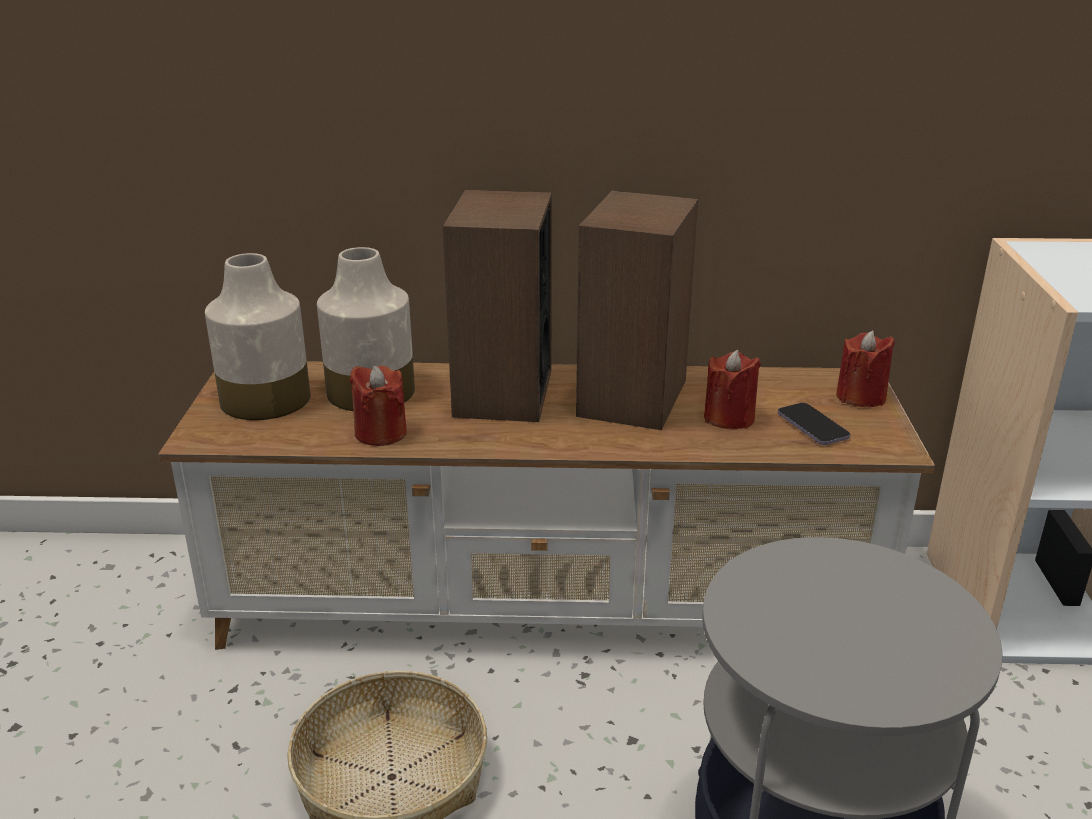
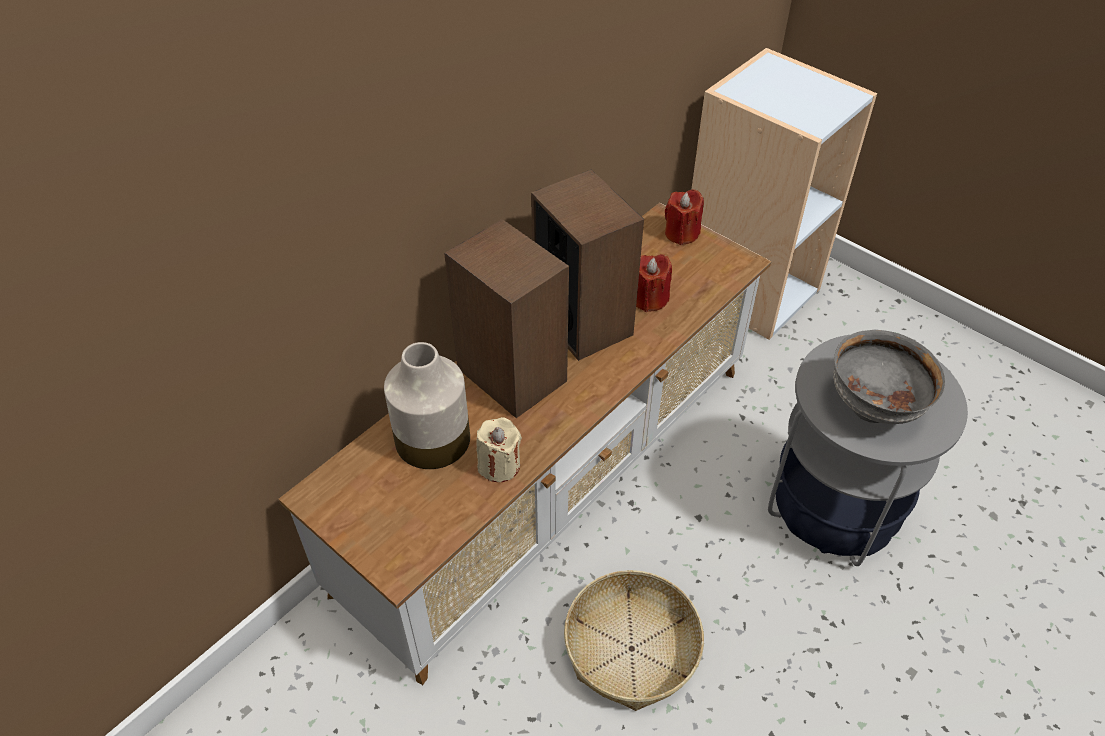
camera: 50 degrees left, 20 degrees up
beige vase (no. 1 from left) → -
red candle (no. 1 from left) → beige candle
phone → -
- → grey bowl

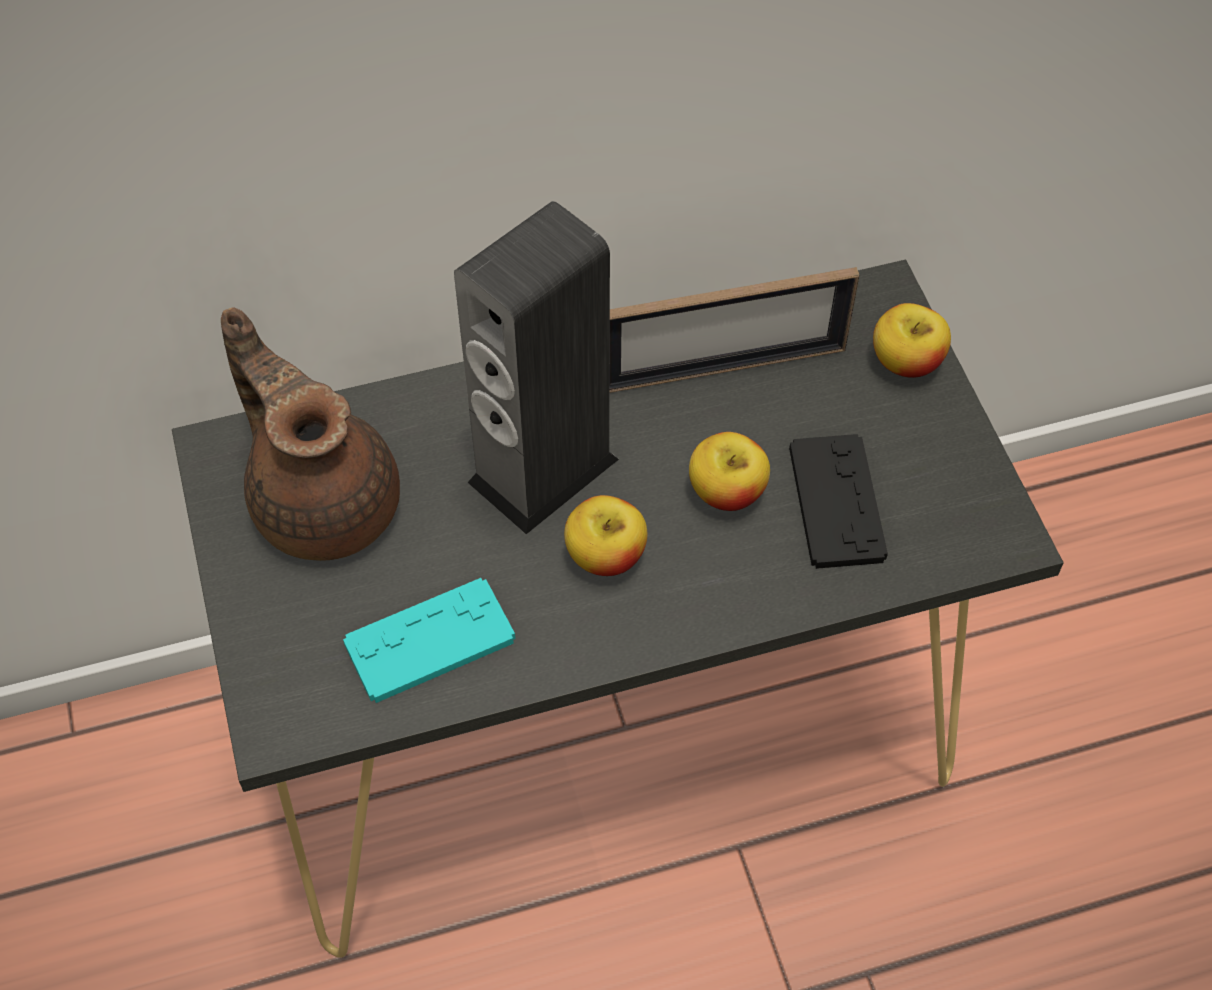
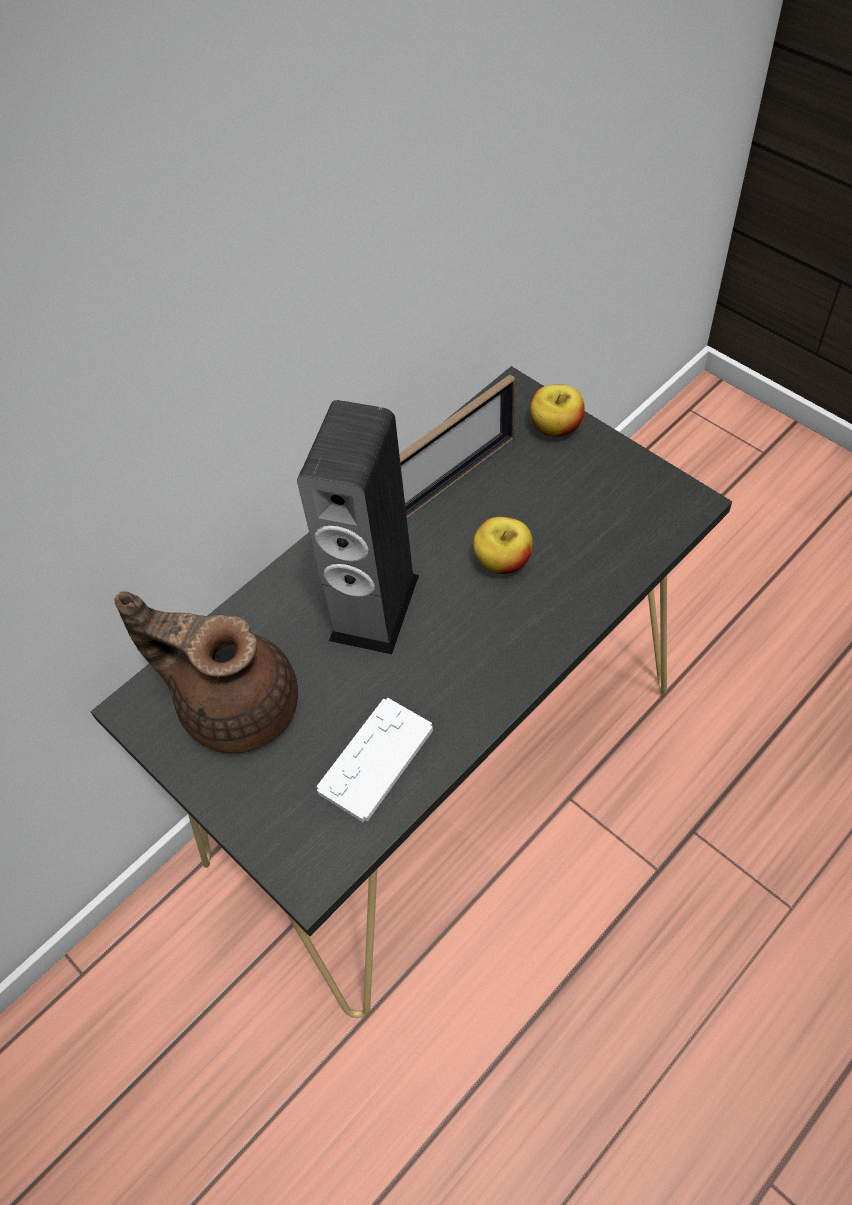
camera: 25 degrees left, 0 degrees up
turquoise game controller → white game controller
apple (no. 1 from left) → -
black game controller → -

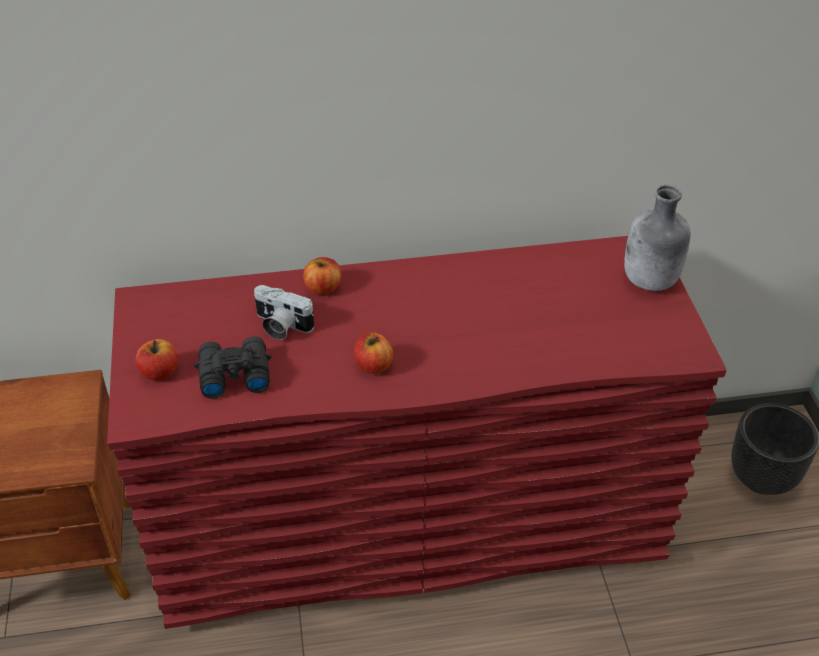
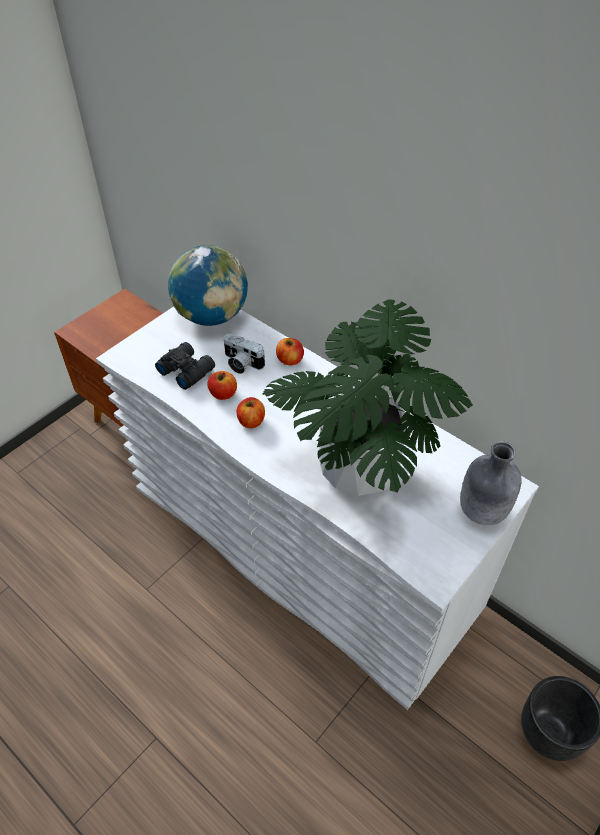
camera: 50 degrees right, 5 degrees up
red dresser → white dresser
apple (no. 1 from left), relocated
photo camera, 45 degrees counterclockwise
- → globe
- → potted plant

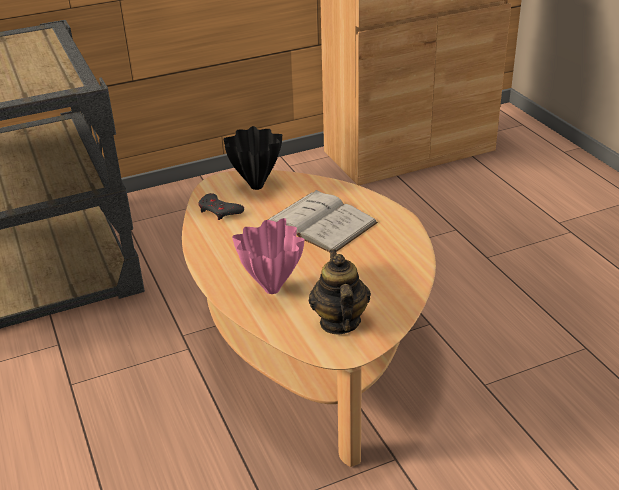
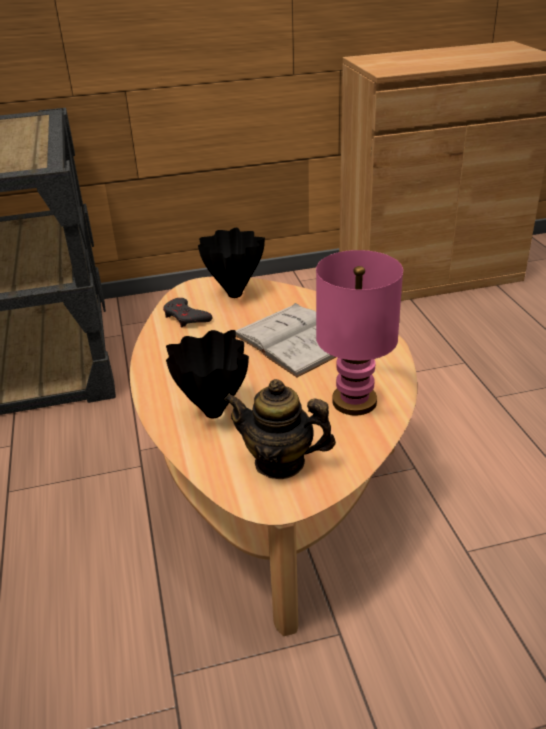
camera: 10 degrees right, 0 degrees up
pink vase → black vase (no. 1 from left)
teapot, 75 degrees counterclockwise
- → pink table lamp

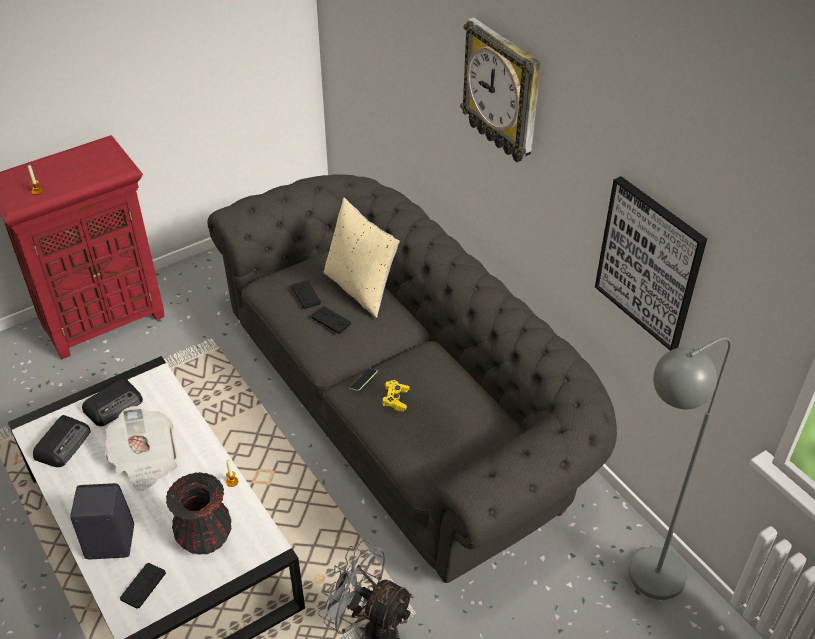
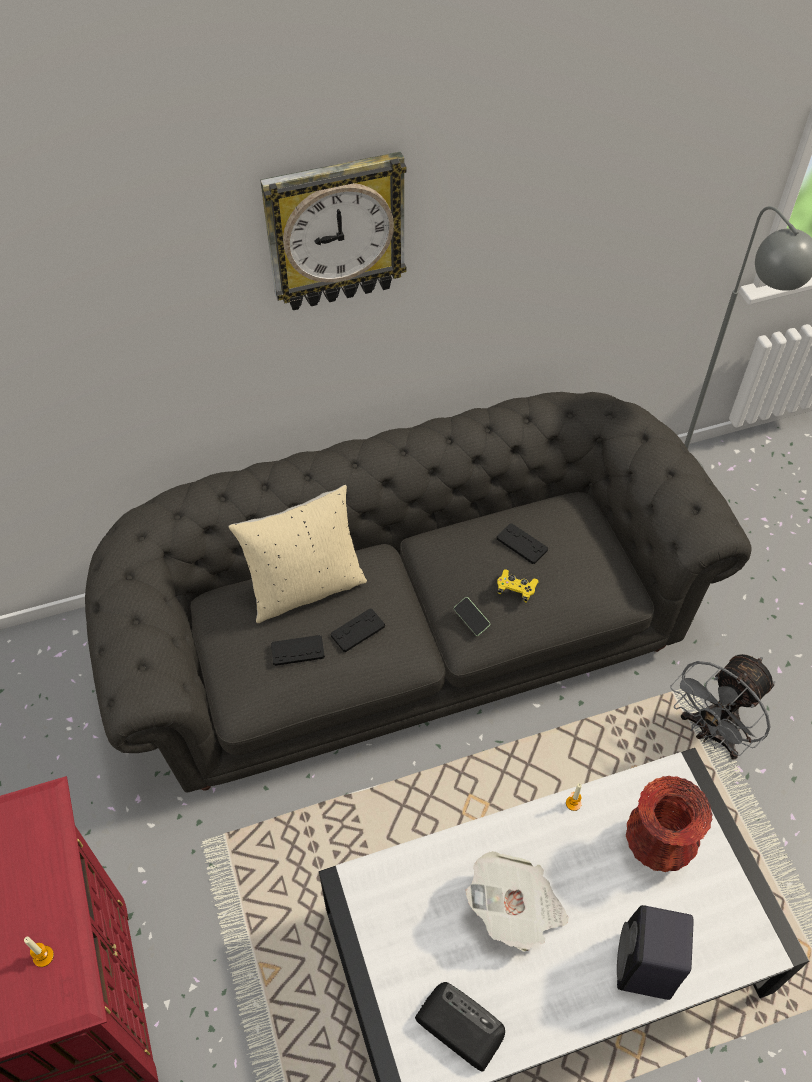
camera: 75 degrees left, 10 degrees up
radio (no. 2 from left) → -
black game controller (no. 1 from left in the first image) → black game controller (no. 3 from left), relocated
black vase → red vase
picture → -

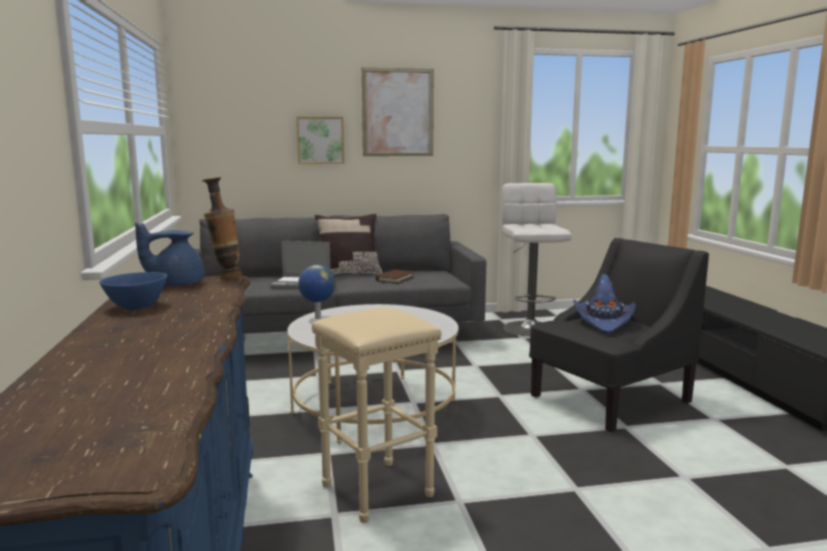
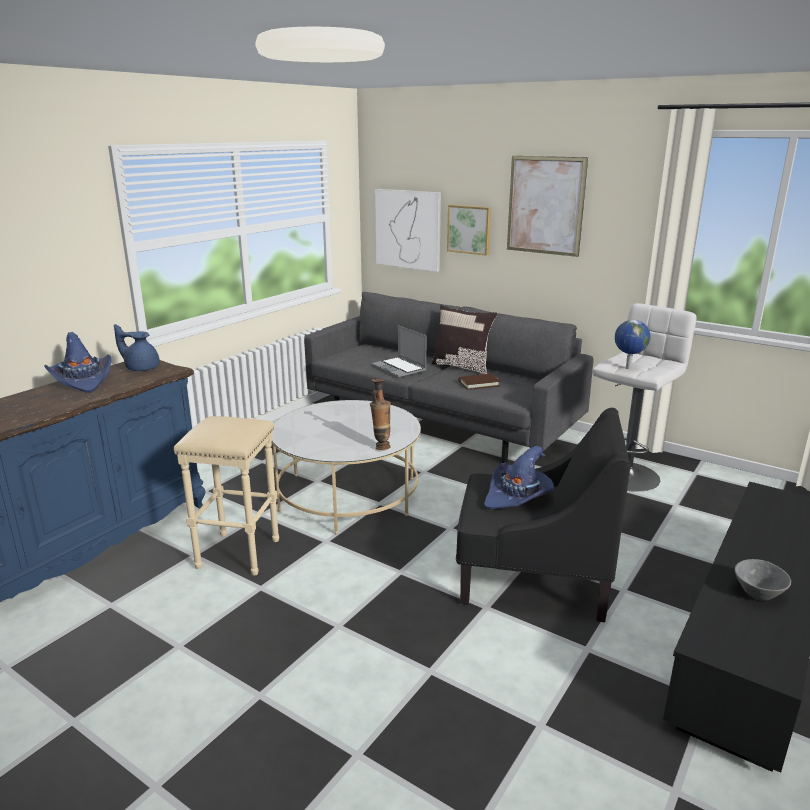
camera: 45 degrees right, 10 degrees up
blue bowl → blue hat (no. 1 from left)
vase, relocated
globe, relocated
- → picture (no. 1 from left)
- → grey bowl

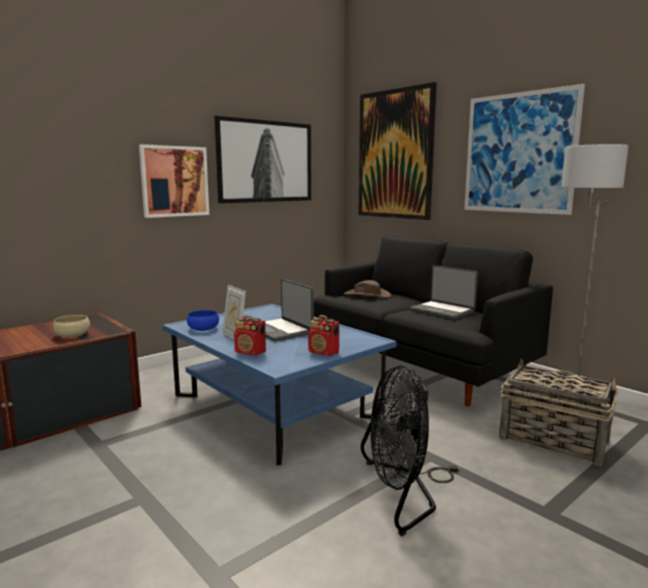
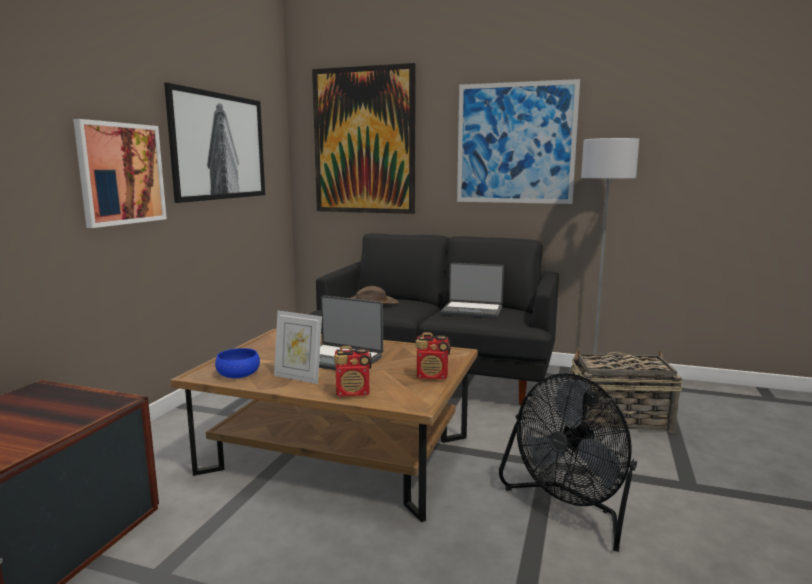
camera: 30 degrees left, 0 degrees up
beige bowl → -
blue coffee table → brown coffee table

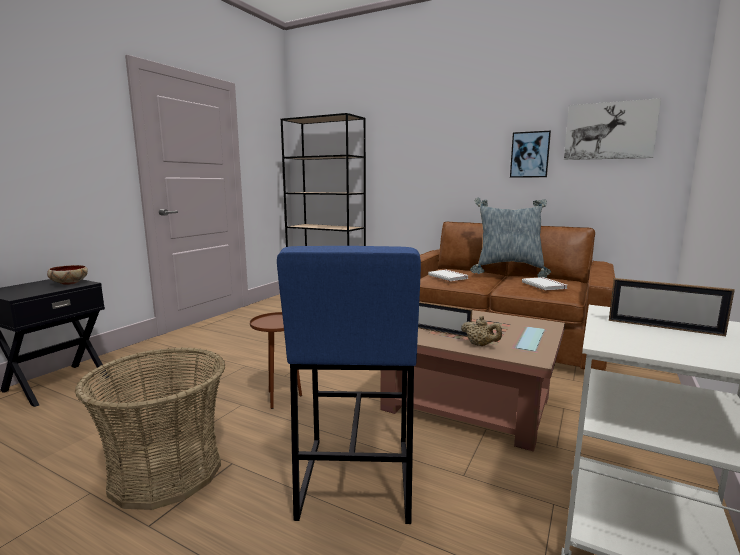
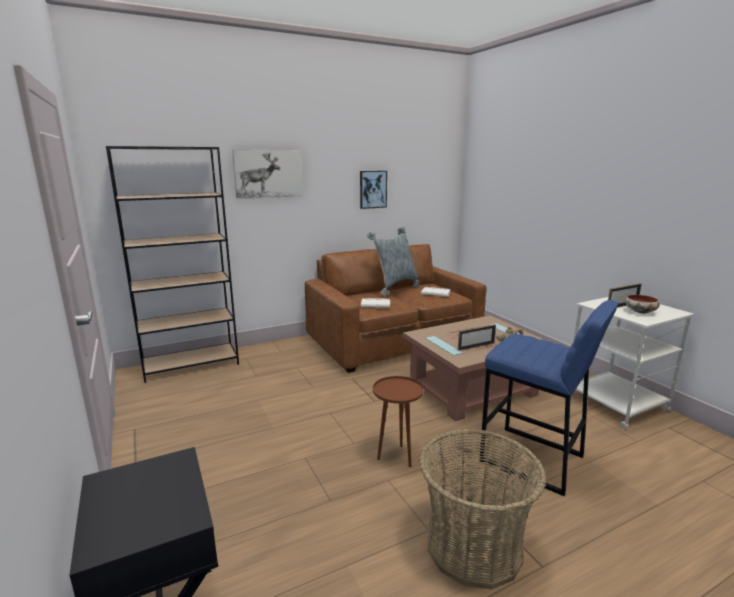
camera: 55 degrees left, 5 degrees up
bowl, relocated
picture (no. 2 from left in the first image) → picture (no. 1 from left), relocated

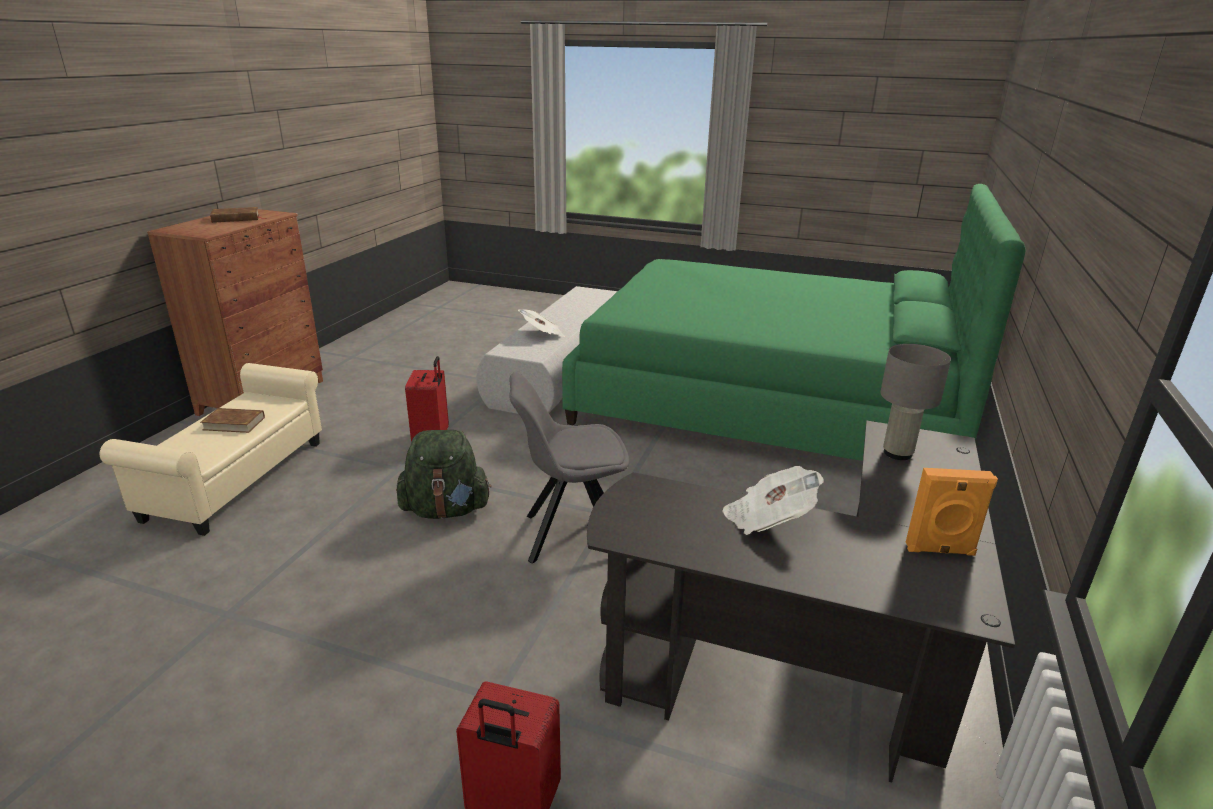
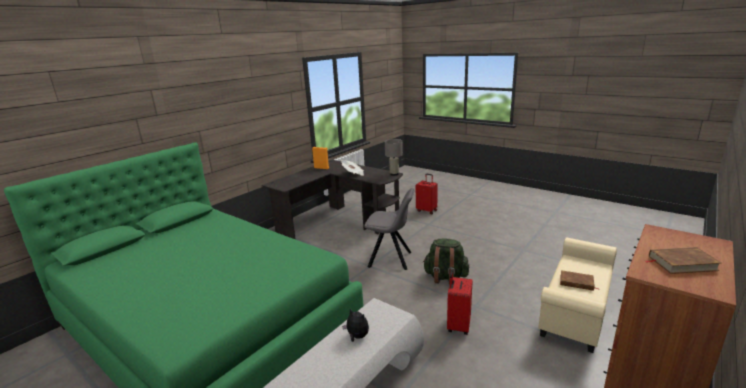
camera: 160 degrees left, 5 degrees down
newspaper (no. 1 from left) → plush toy
grey table lamp, relocated

